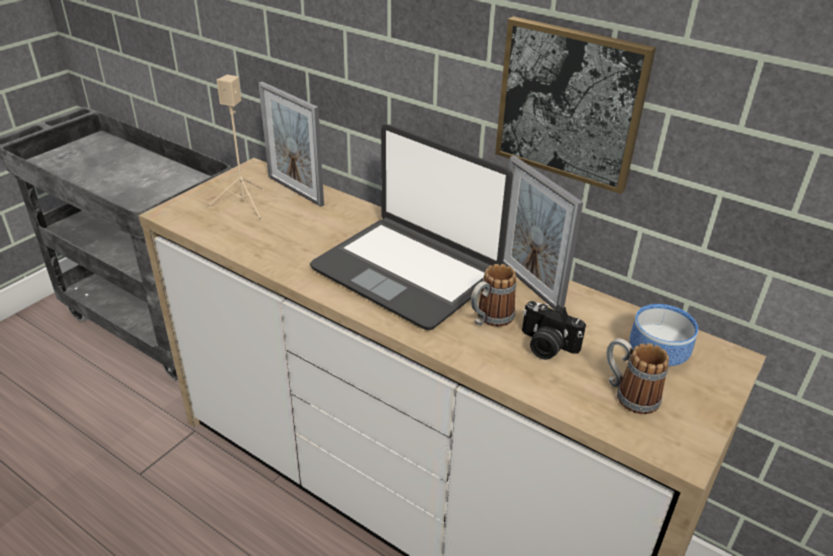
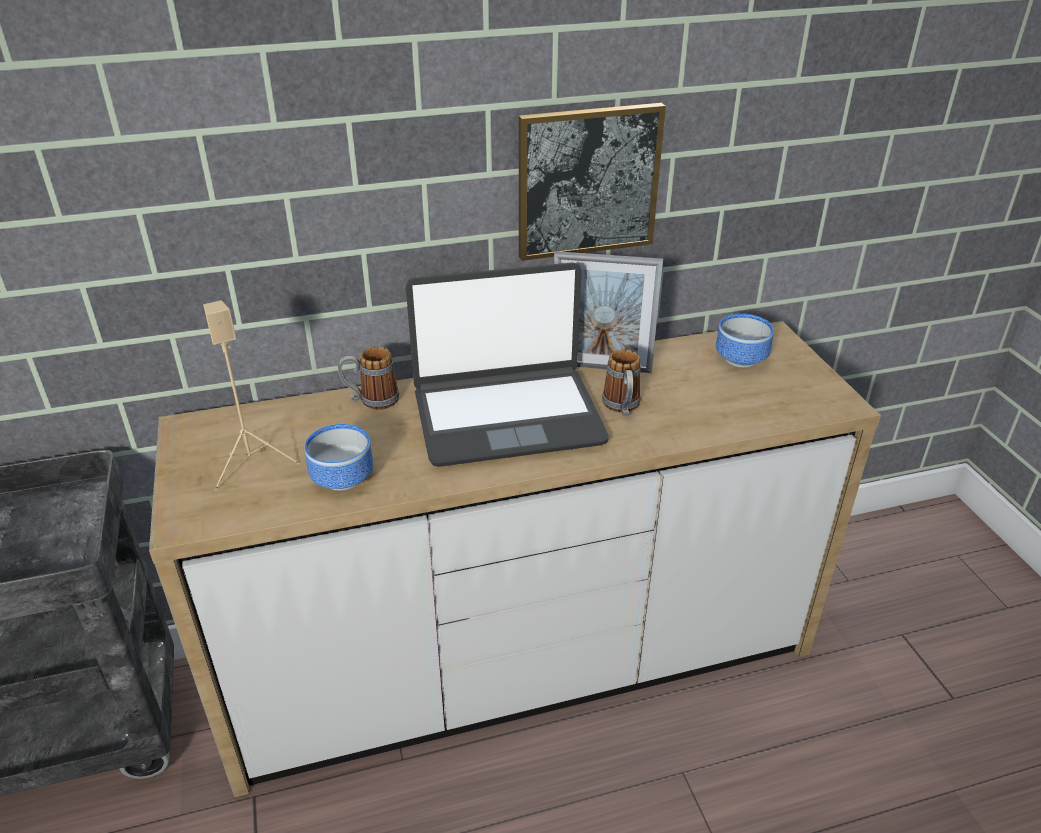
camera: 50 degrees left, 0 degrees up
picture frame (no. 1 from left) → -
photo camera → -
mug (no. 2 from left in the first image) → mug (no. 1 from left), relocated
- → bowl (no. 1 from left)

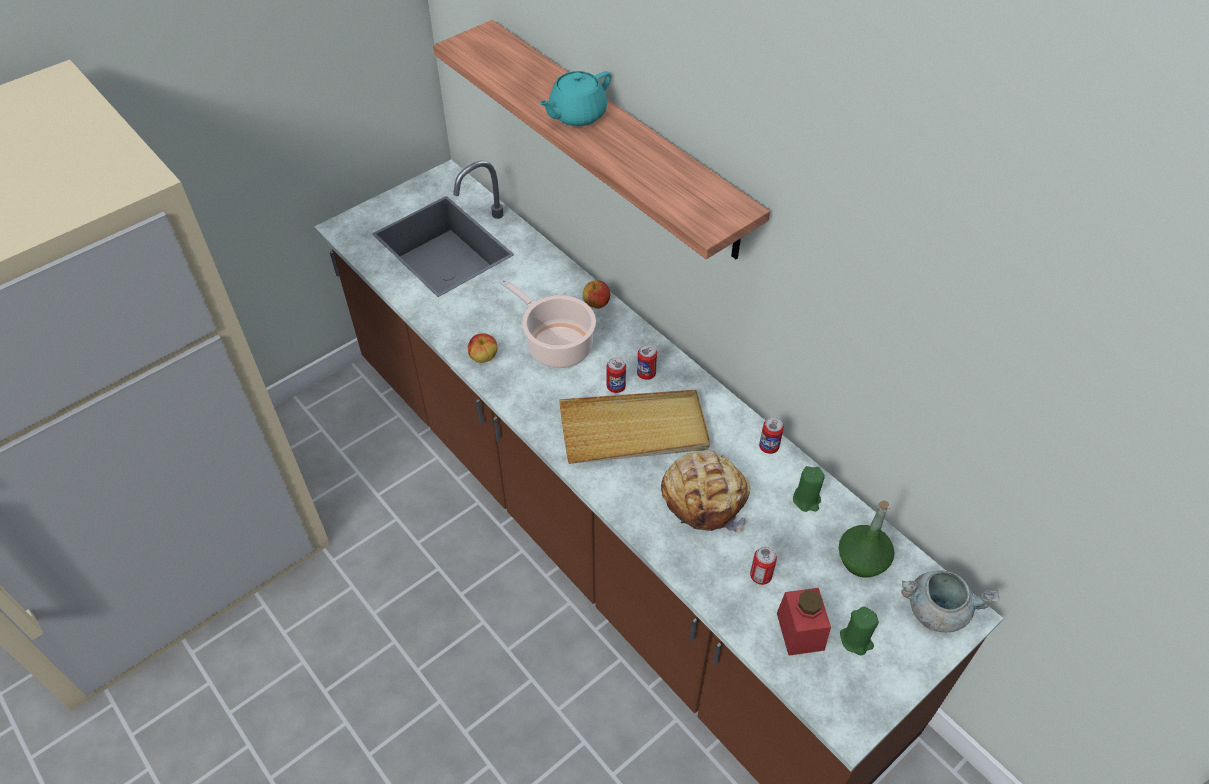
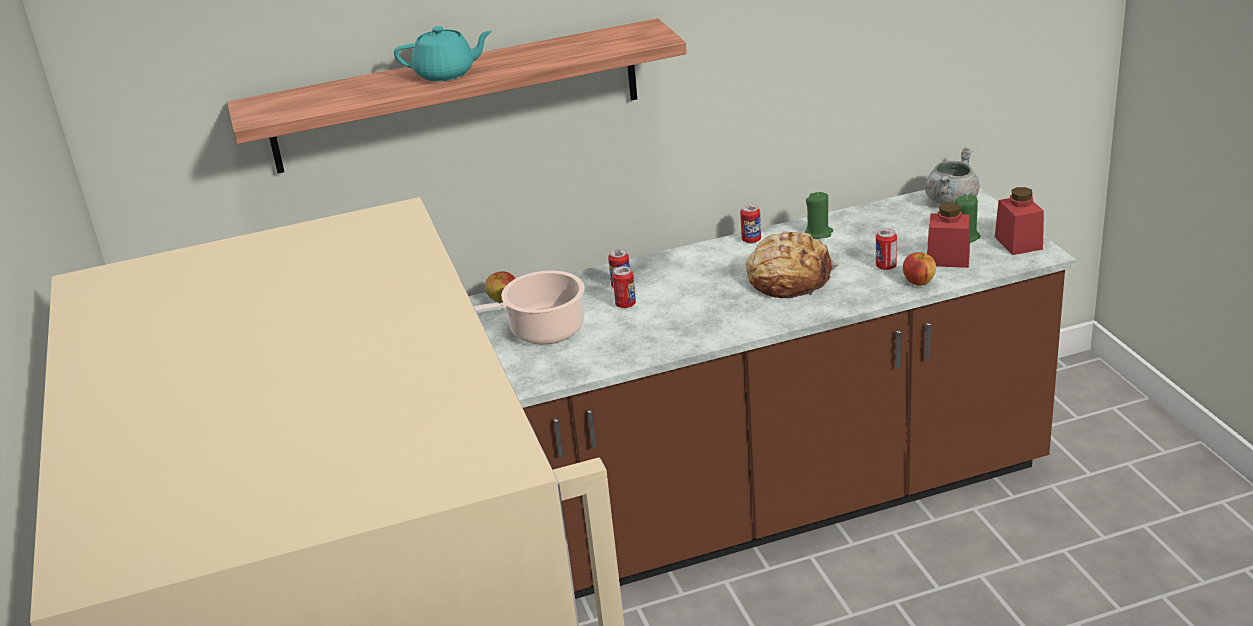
camera: 65 degrees left, 20 degrees down
apple (no. 1 from left in the first image) → apple (no. 2 from left), relocated
turquoise teapot, 75 degrees counterclockwise
beige tray → -
green bottle → -
- → red jar (no. 2 from left)

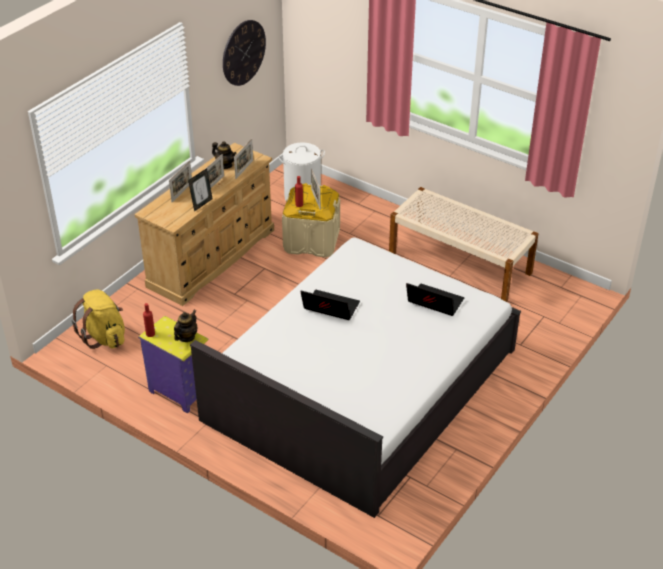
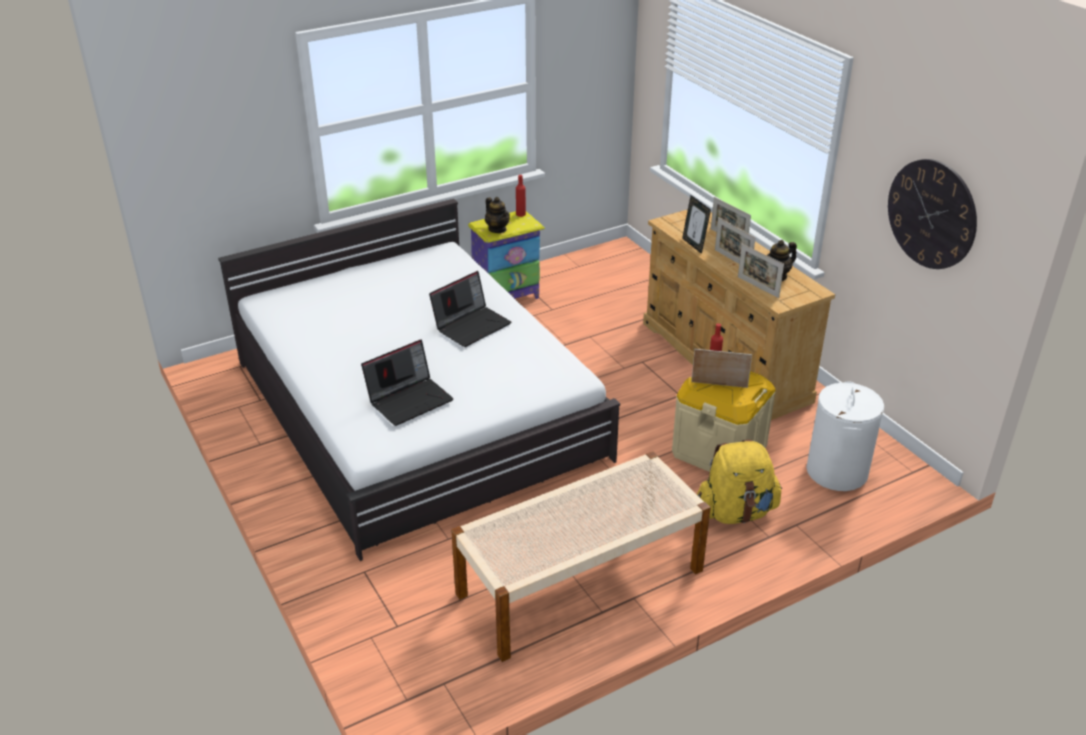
camera: 115 degrees right, 5 degrees down
yellow backpack, relocated

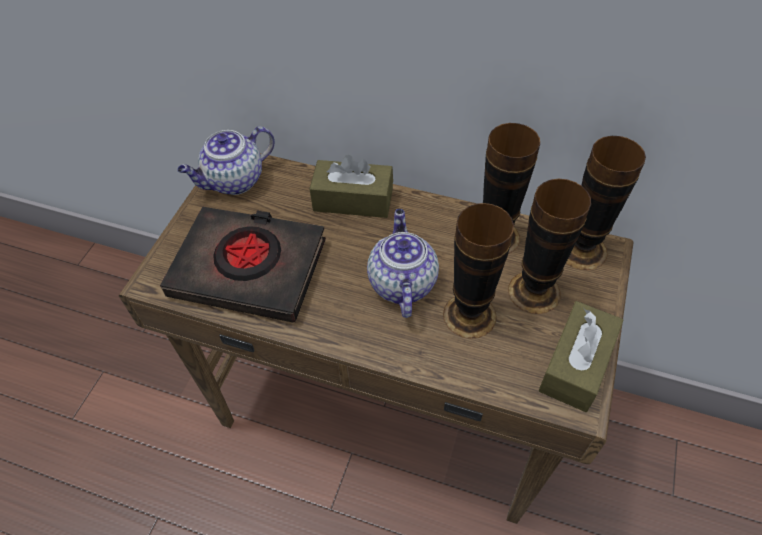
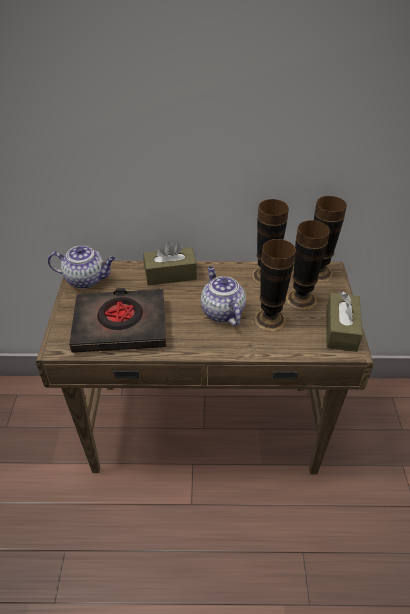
camera: 20 degrees left, 10 degrees down
teapot (no. 1 from left), 120 degrees counterclockwise

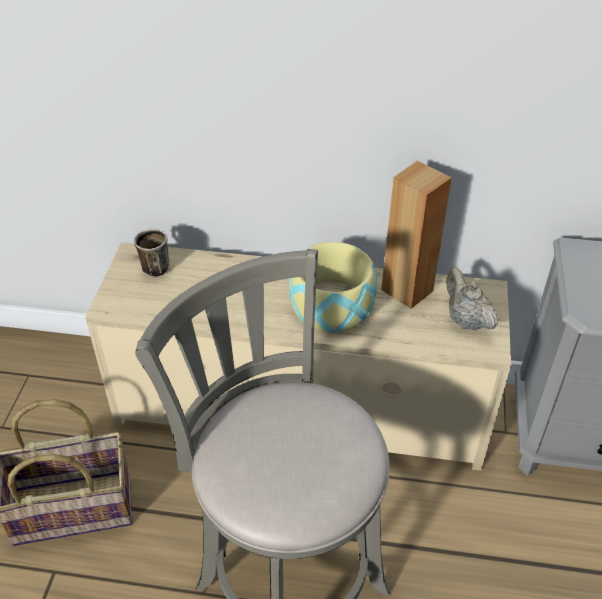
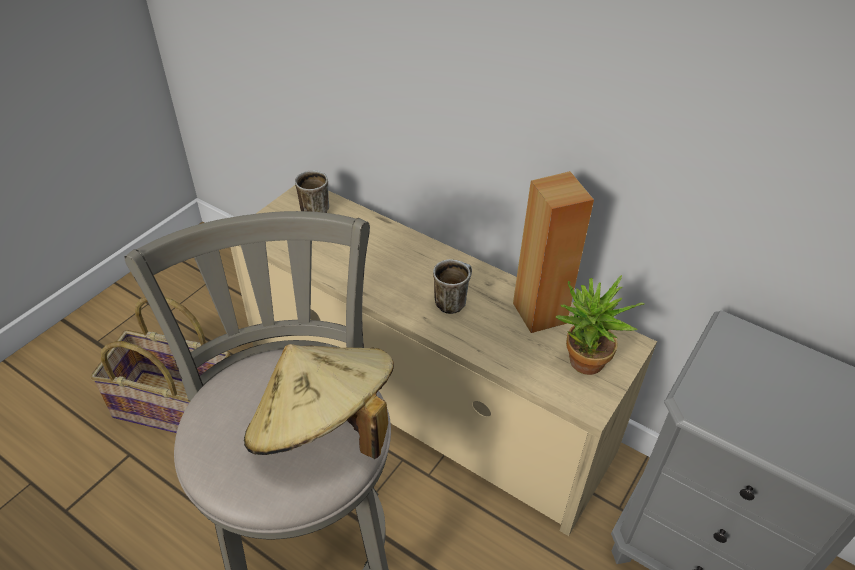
camera: 25 degrees right, 0 degrees up
bowl → mug (no. 2 from left)
beige teapot → potted plant
- → beige hat

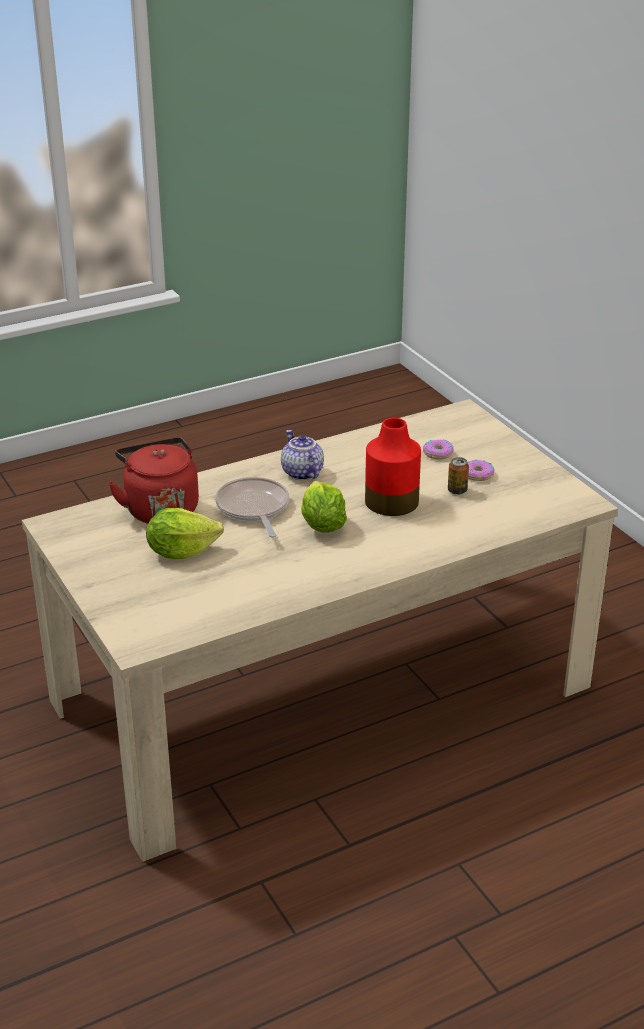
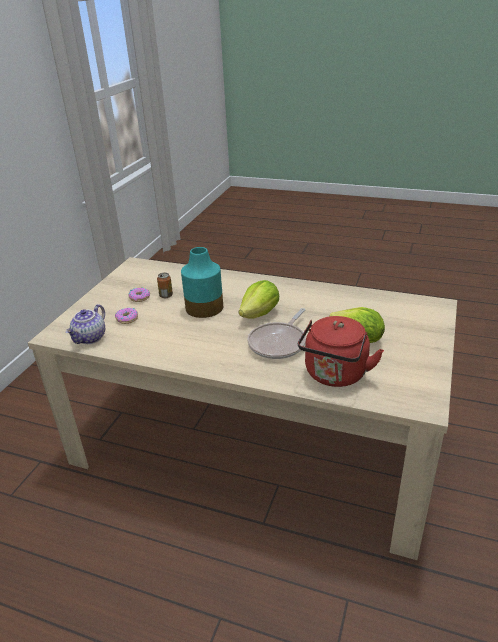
camera: 130 degrees left, 0 degrees up
teapot, relocated
red vase → turquoise vase

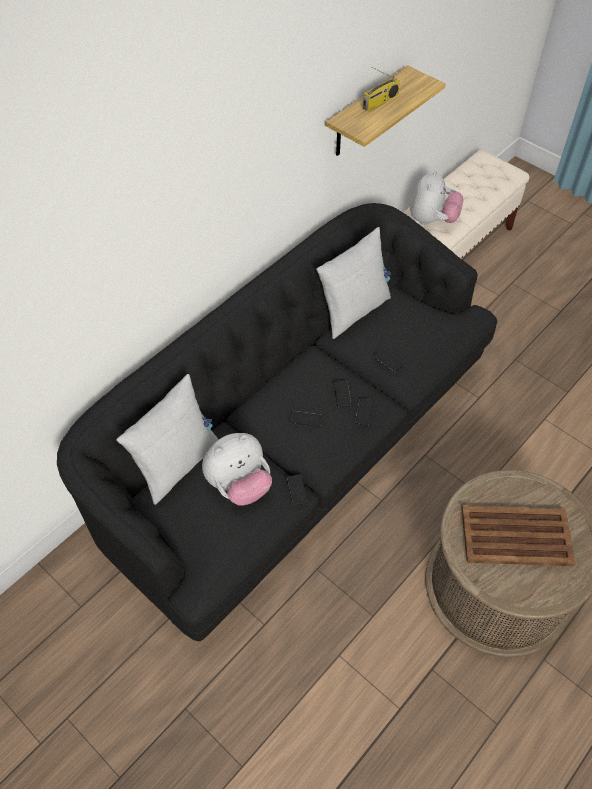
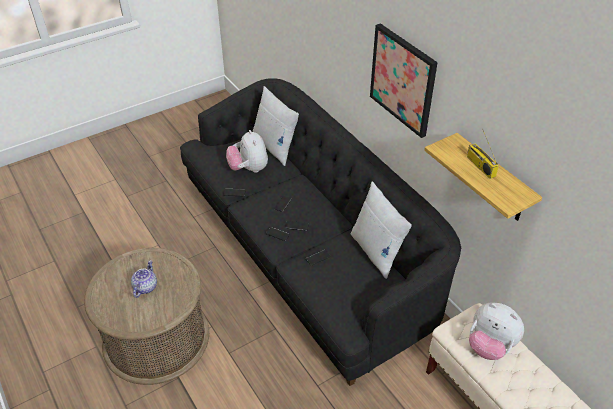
camera: 105 degrees right, 10 degrees down
brown tray → teapot
- → picture

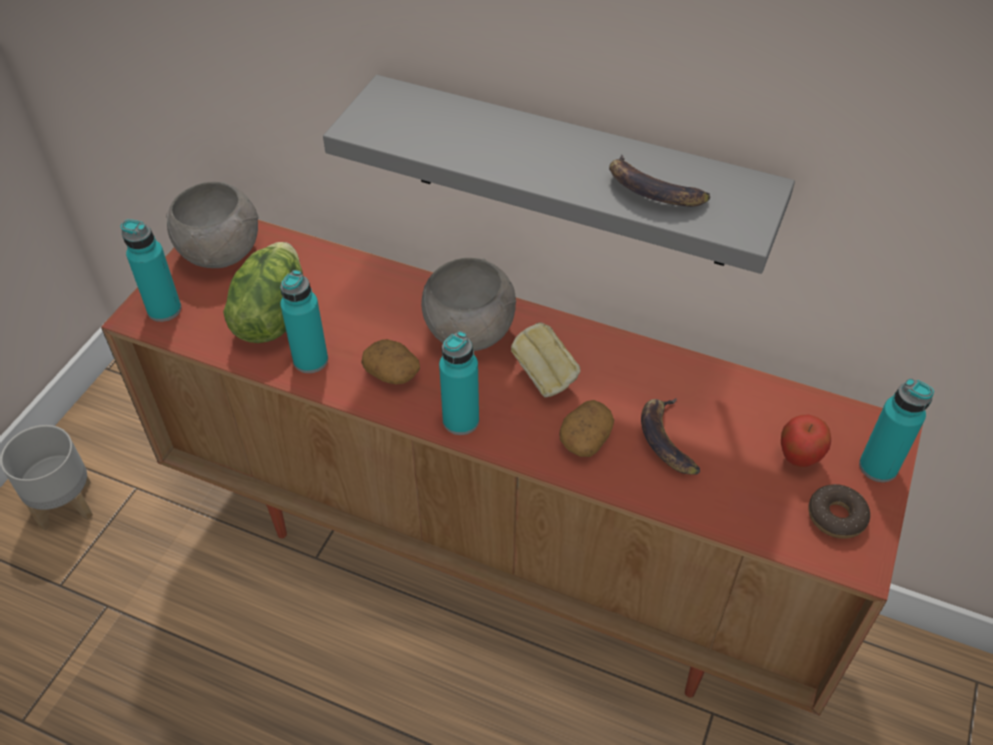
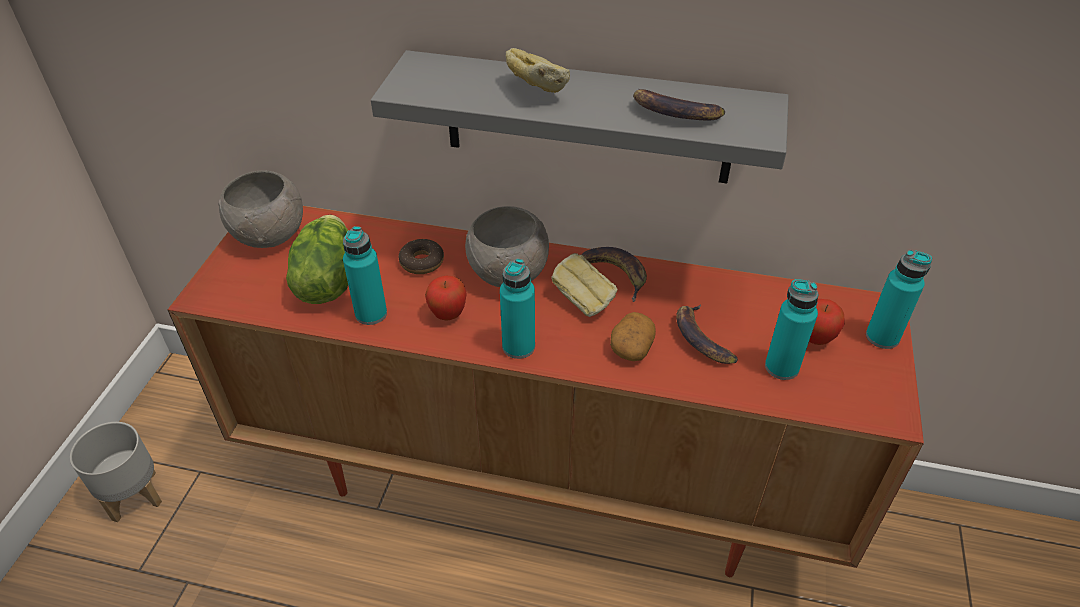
camera: 10 degrees left, 5 degrees down
turquoise bottle (no. 1 from left in the first image) → turquoise bottle (no. 3 from left), relocated
potato (no. 1 from left) → apple (no. 1 from left)
donut, relocated
- → bread (no. 1 from left)
- → banana (no. 1 from left)

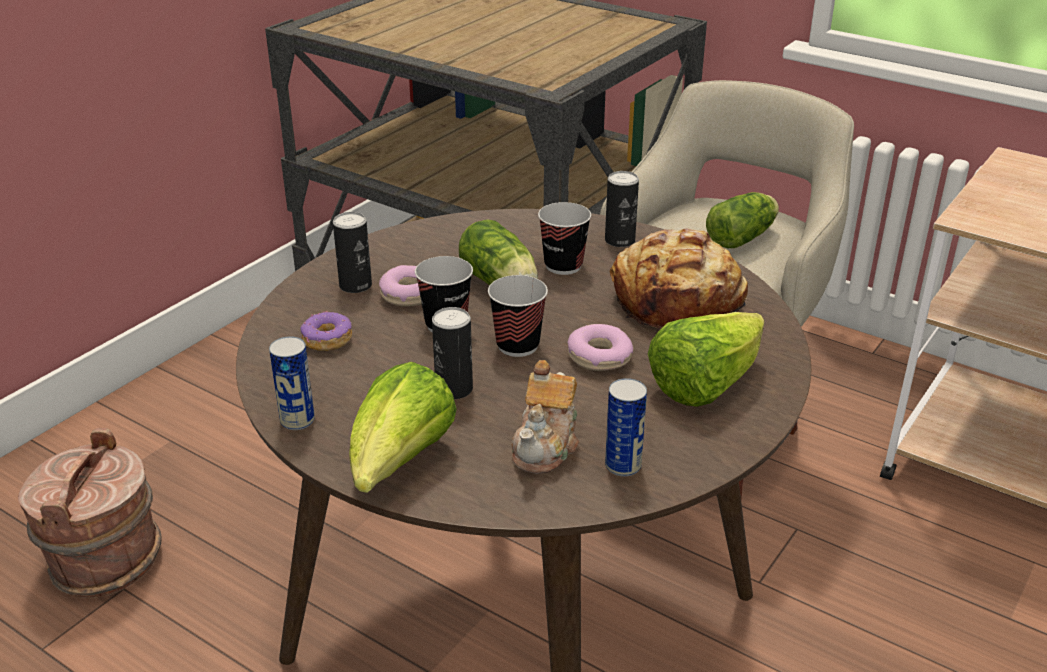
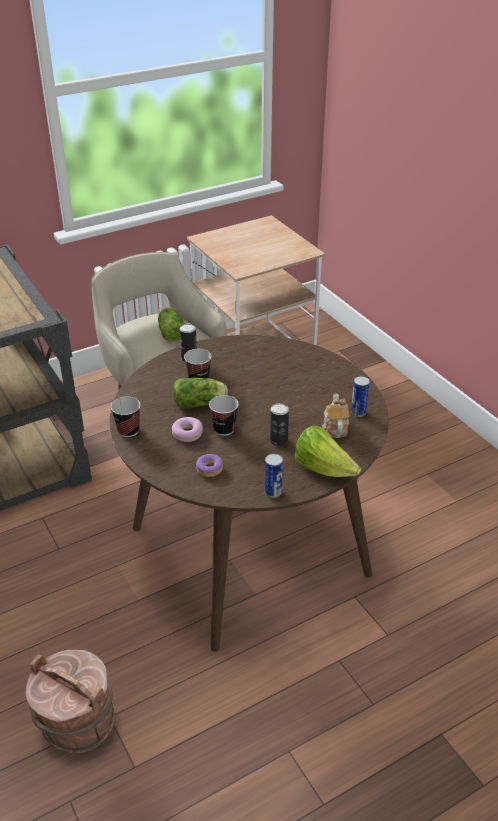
camera: 65 degrees left, 5 degrees up
can (no. 2 from left) → -
cup (no. 2 from left in the first image) → cup (no. 1 from left), relocated
teapot, 135 degrees counterclockwise
donut (no. 3 from left) → -
bread → -
lettuce (no. 3 from left) → -

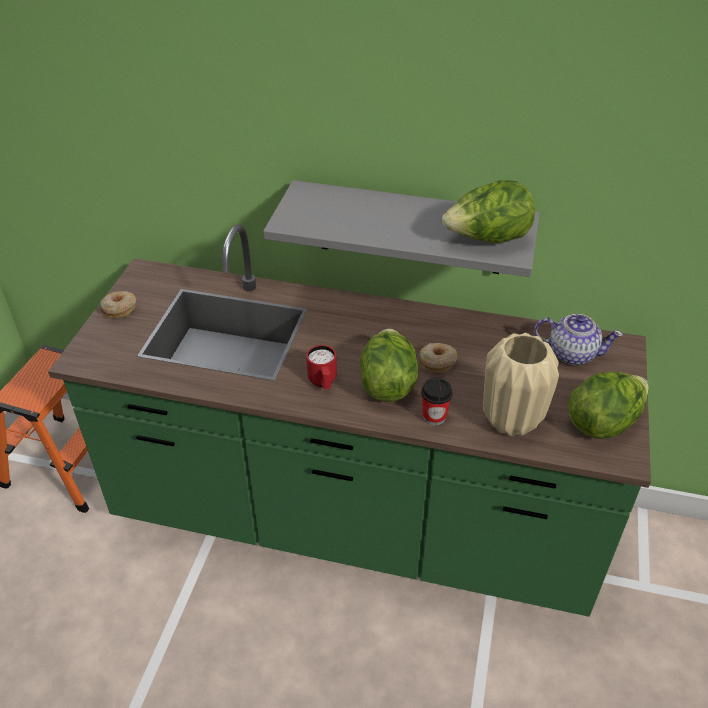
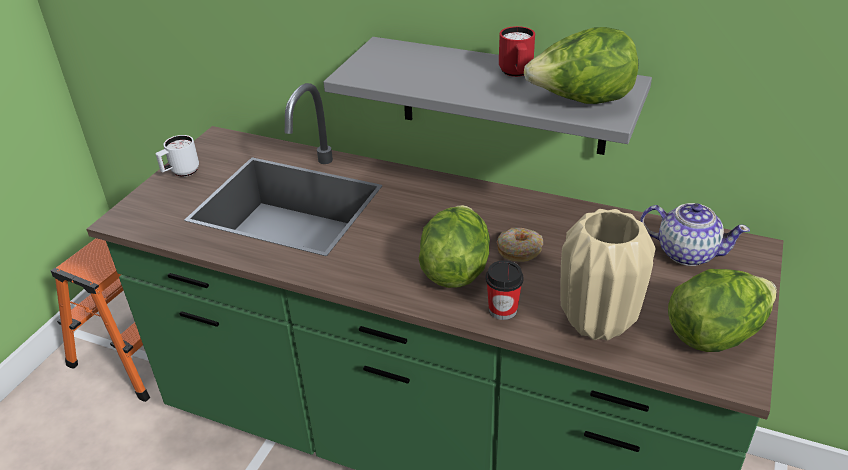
camera: 10 degrees right, 5 degrees down
donut (no. 1 from left) → white mug
red mug, relocated

